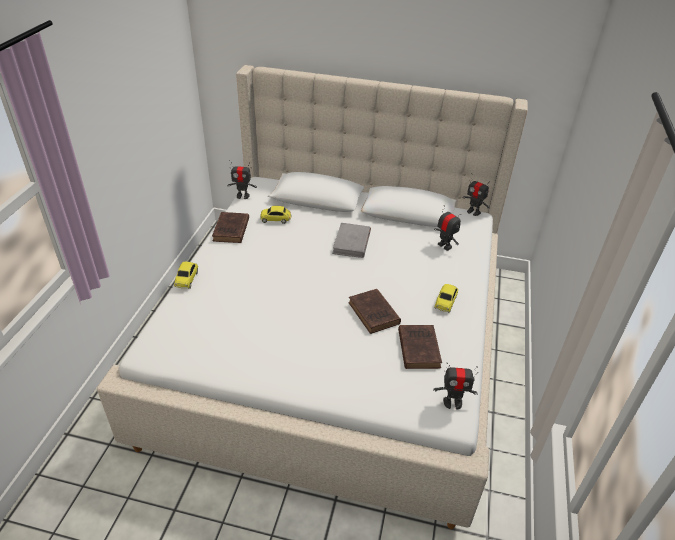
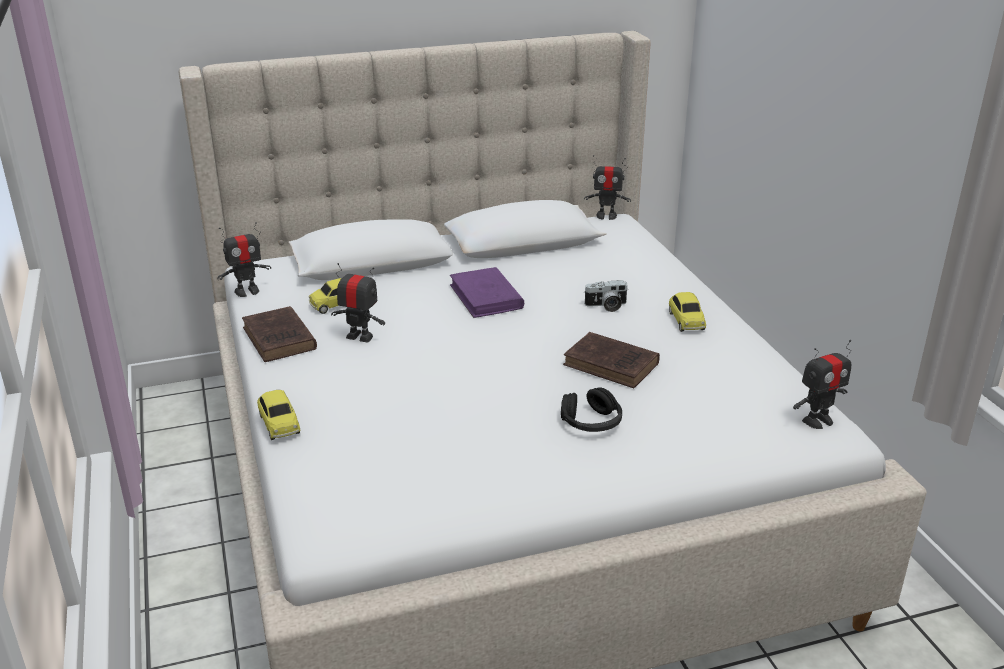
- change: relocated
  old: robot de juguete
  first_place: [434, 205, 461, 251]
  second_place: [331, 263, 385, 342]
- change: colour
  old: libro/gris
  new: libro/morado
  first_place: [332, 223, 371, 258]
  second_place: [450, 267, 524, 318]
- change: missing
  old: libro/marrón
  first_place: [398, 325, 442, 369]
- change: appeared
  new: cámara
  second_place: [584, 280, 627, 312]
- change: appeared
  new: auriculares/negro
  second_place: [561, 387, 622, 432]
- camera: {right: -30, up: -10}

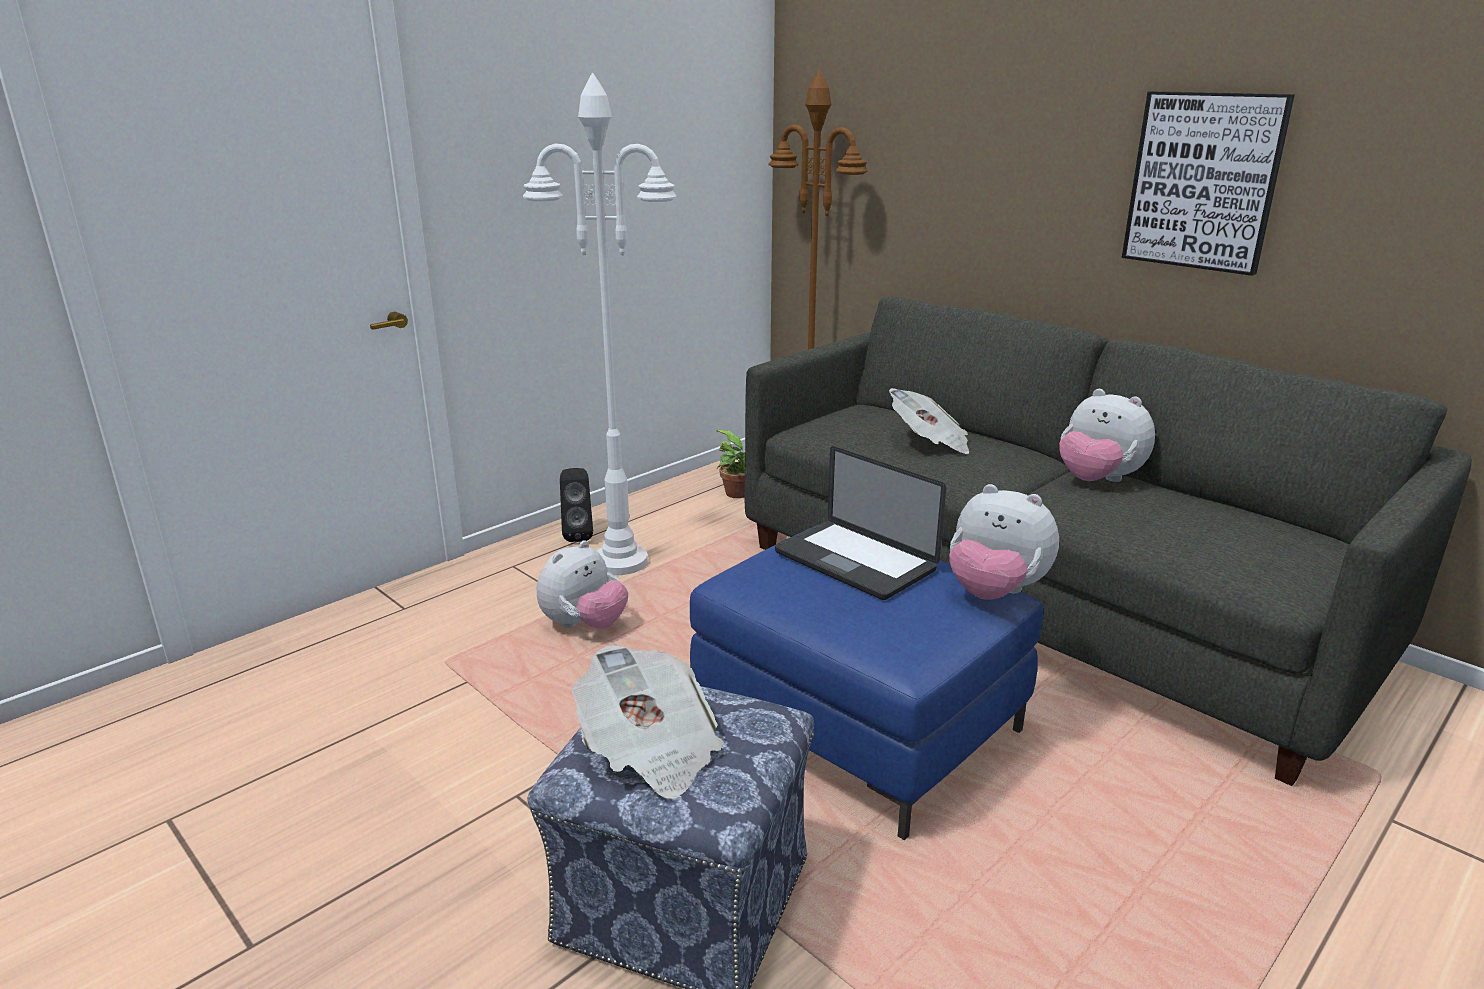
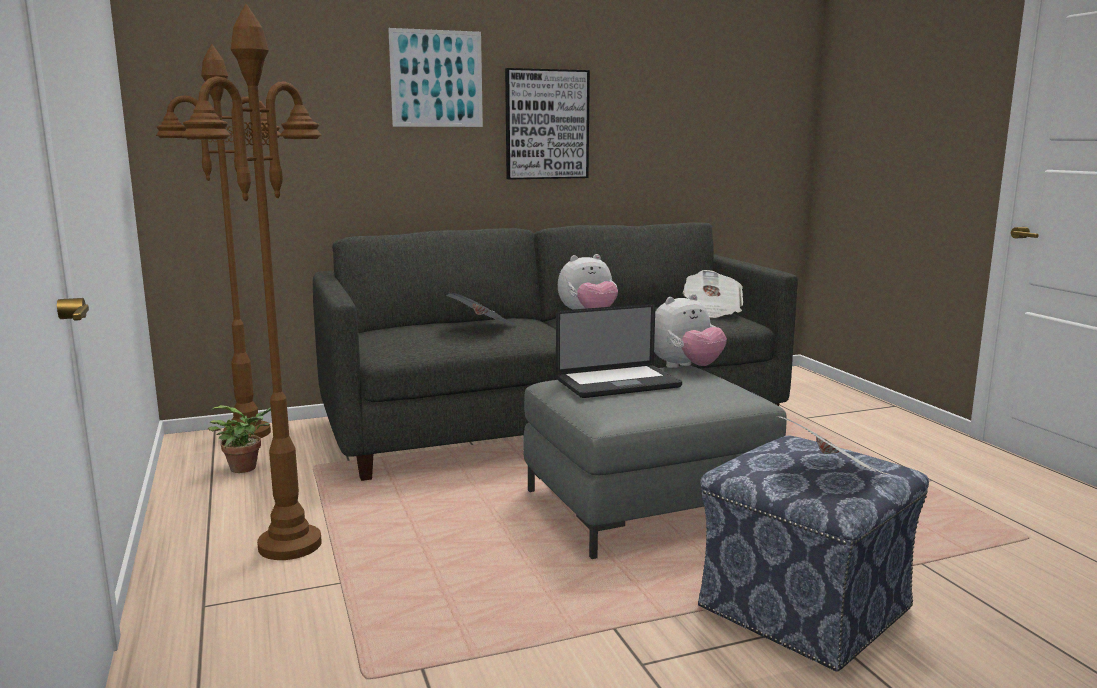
- change: colour
  old: lámpara de pie/blanco
  new: lámpara de pie/marrón
  first_place: [523, 73, 677, 575]
  second_place: [182, 4, 322, 560]
- change: missing
  old: altavoz/negro
  first_place: [560, 468, 593, 542]
- change: colour
  old: puf/azul
  new: puf/gris
  first_place: [690, 525, 1043, 840]
  second_place: [523, 366, 786, 559]
- change: missing
  old: peluche
  first_place: [537, 540, 628, 629]
- change: appeared
  new: cuadro
  second_place: [388, 28, 483, 127]
- change: appeared
  new: periódico
  second_place: [682, 270, 743, 318]
- camera: {right: -65, up: -10}

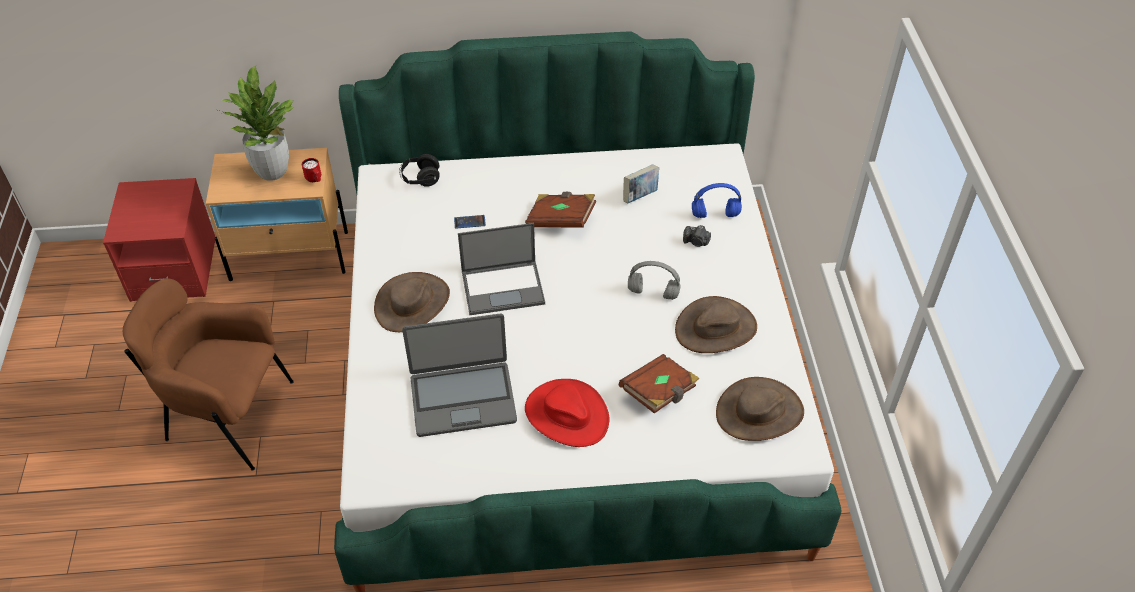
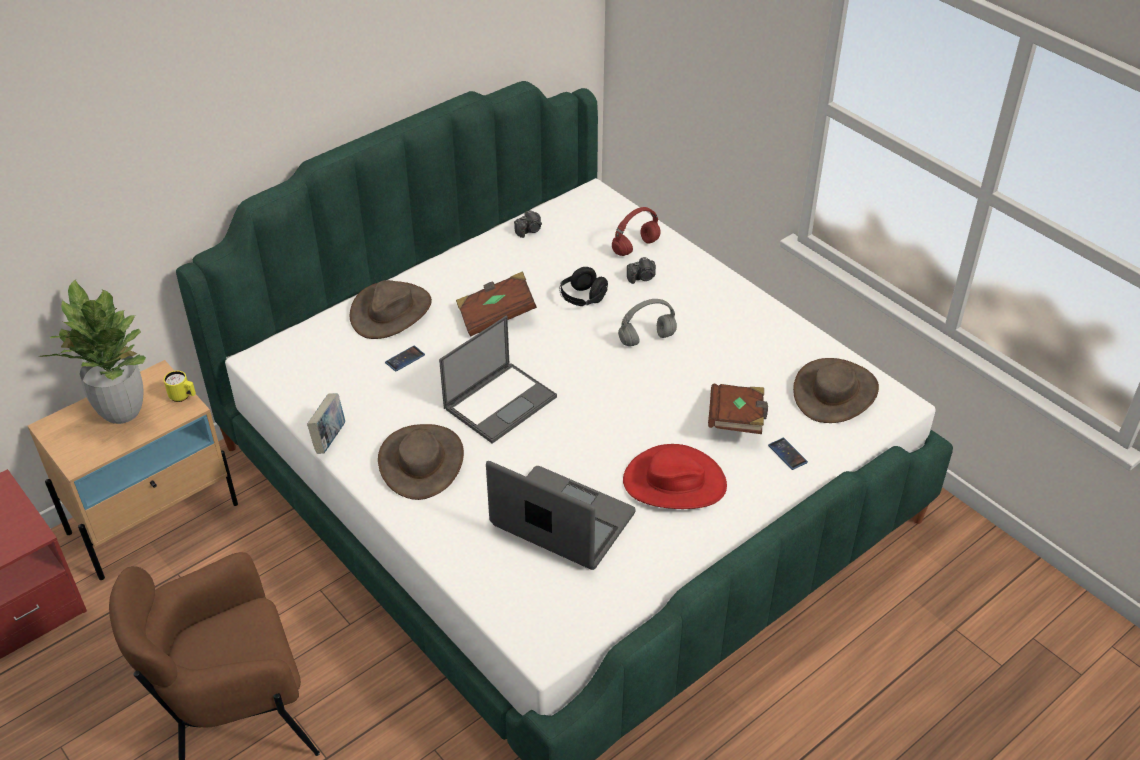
- change: relocated
  old: auriculares/negro
  first_place: [399, 154, 440, 187]
  second_place: [560, 267, 608, 306]
- change: colour
  old: taza grande/rojo
  new: taza grande/amarillo
  first_place: [302, 158, 321, 182]
  second_place: [164, 371, 196, 402]
- change: relocated
  old: libro
  first_place: [623, 164, 659, 203]
  second_place: [307, 393, 345, 454]
- change: colour
  old: auriculares/azul
  new: auriculares/rojo
  first_place: [692, 183, 742, 218]
  second_place: [612, 207, 661, 256]
- change: relocated
  old: sombrero/marrón
  first_place: [675, 296, 757, 353]
  second_place: [350, 280, 432, 339]
- change: spun
  old: portátil
  first_place: [402, 314, 517, 437]
  second_place: [486, 461, 636, 570]
  degrees: -105
- change: appeared
  new: cámara
  second_place: [514, 210, 542, 238]
- change: appeared
  new: móvil
  second_place: [768, 438, 808, 470]
- camera: {right: -35, up: -5}

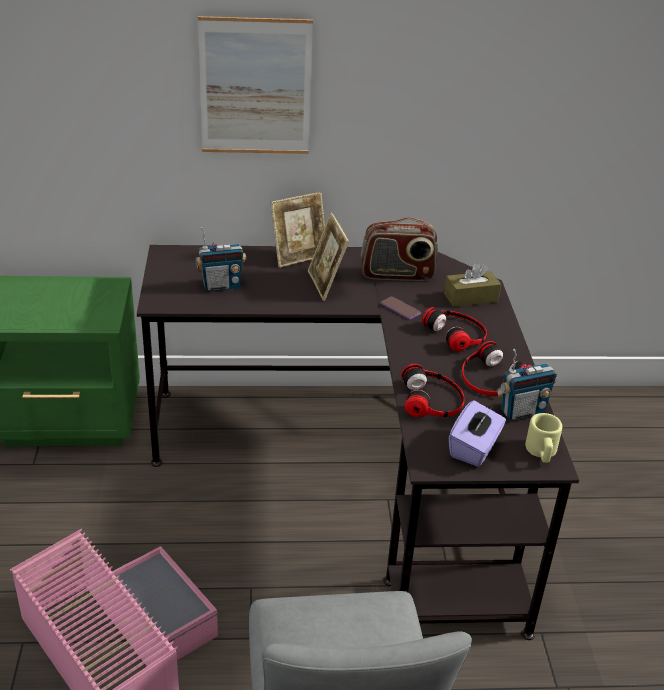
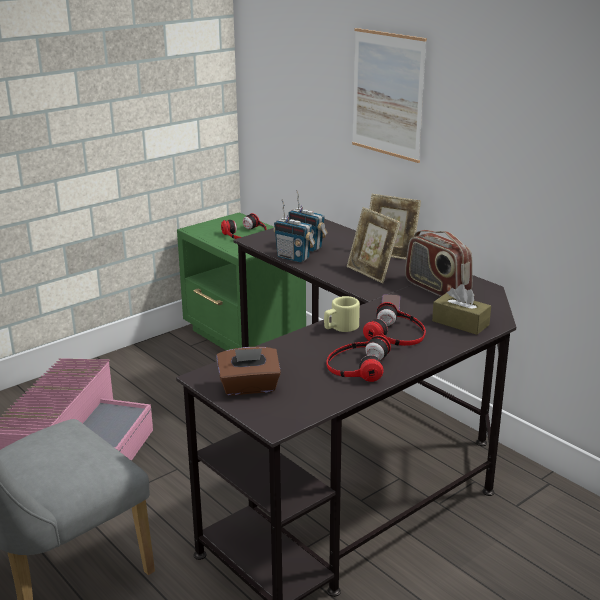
- change: spun
  old: portarretratos
  first_place: [308, 213, 349, 301]
  second_place: [347, 207, 401, 283]
  degrees: -75
- change: relocated
  old: radio
  first_place: [496, 349, 557, 421]
  second_place: [273, 199, 315, 263]
- change: relocated
  old: auriculares
  first_place: [401, 364, 465, 417]
  second_place: [221, 213, 267, 239]
- change: colour
  old: caja de pañuelos/morado
  new: caja de pañuelos/marrón
  first_place: [449, 400, 506, 467]
  second_place: [217, 347, 281, 395]
- change: relocated
  old: taza grande/beis
  first_place: [525, 413, 562, 463]
  second_place: [324, 296, 360, 332]
- camera: {right: 55, up: -10}

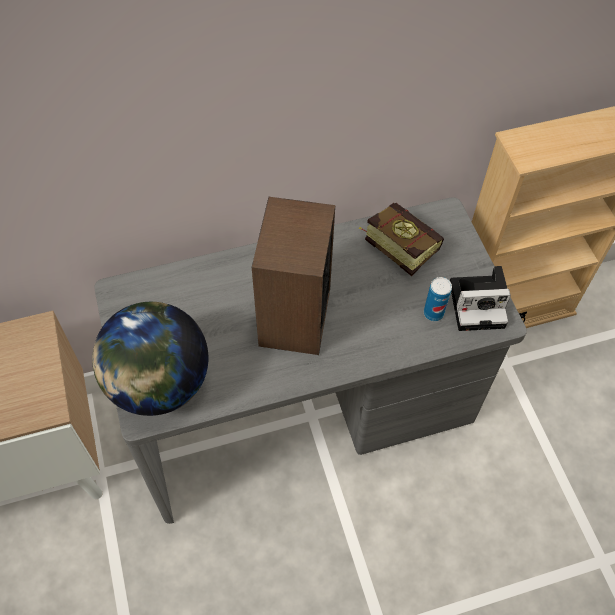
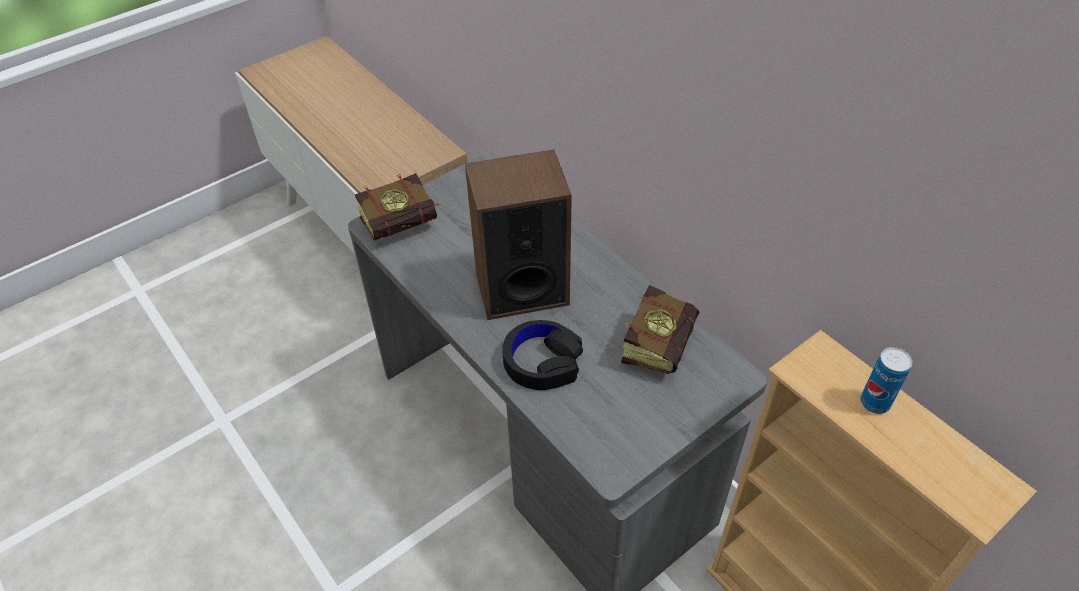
- change: missing
  old: cámara
  first_place: [450, 266, 511, 331]
- change: relocated
  old: lata
  first_place: [424, 277, 452, 321]
  second_place: [860, 347, 912, 414]
- change: exchanged
  old: globo terráqueo
  new: libro
  first_place: [92, 302, 208, 416]
  second_place: [355, 173, 441, 240]
- change: appeared
  new: auriculares/negro
  second_place: [502, 320, 583, 390]
- camera: {right: 70, up: -10}

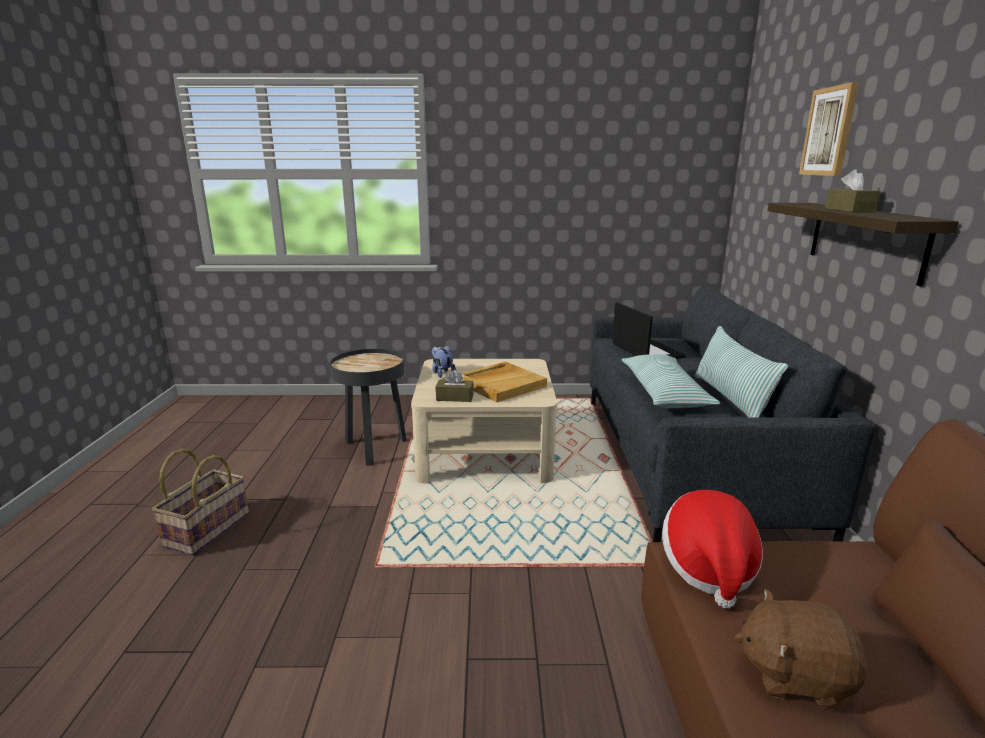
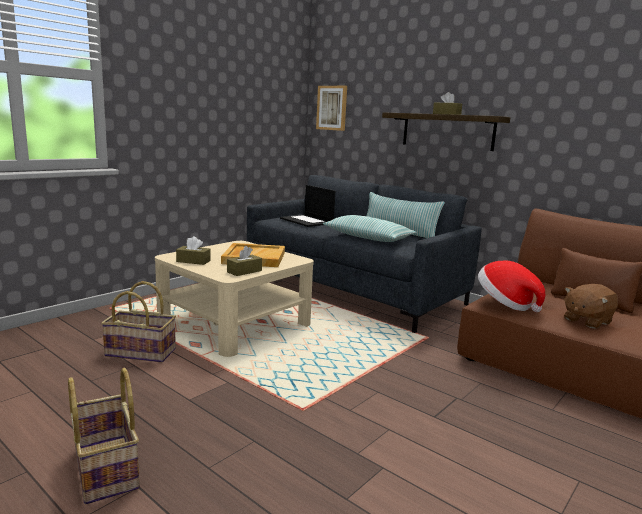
- change: relocated
  old: cuadro
  first_place: [799, 82, 859, 176]
  second_place: [316, 86, 347, 131]
- change: spun
  old: portátil
  first_place: [612, 302, 686, 359]
  second_place: [280, 185, 335, 227]
  degrees: -150
- change: exchanged
  old: peluche
  new: caja de pañuelos/marrón
  first_place: [432, 345, 456, 378]
  second_place: [176, 236, 211, 265]
- change: exchanged
  old: mesa auxiliar/negro
  new: cesta
  first_place: [330, 349, 407, 466]
  second_place: [101, 281, 176, 363]
- camera: {right: -50, up: -5}

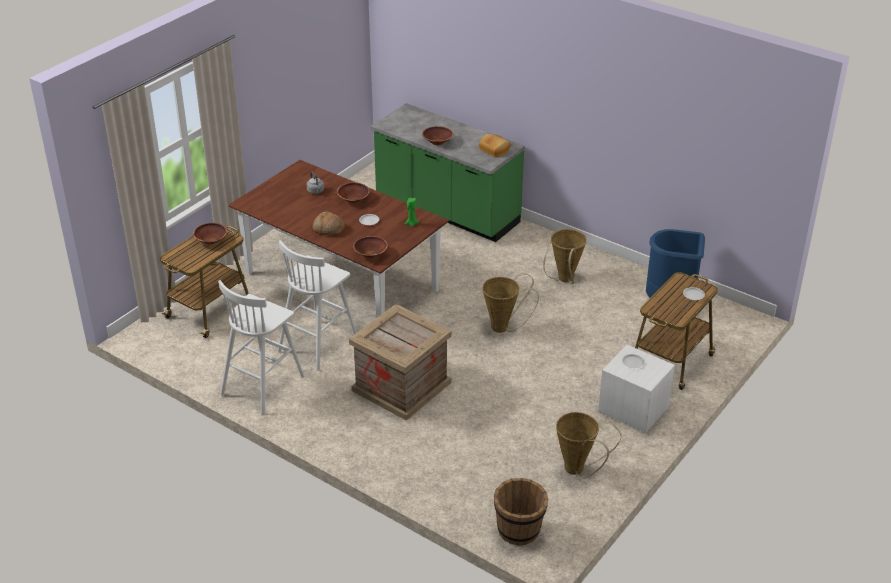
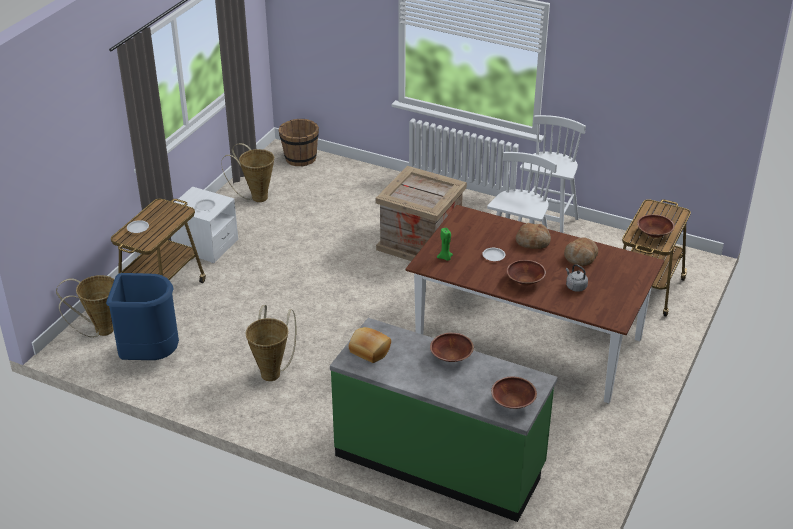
- change: relocated
  old: cuenco/marrón
  first_place: [353, 236, 388, 258]
  second_place: [491, 377, 537, 409]
- change: relocated
  old: cesta
  first_place: [482, 273, 539, 333]
  second_place: [56, 275, 114, 338]
- change: appeared
  new: pan
  second_place: [564, 238, 598, 266]
- camera: {right: 170, up: 0}

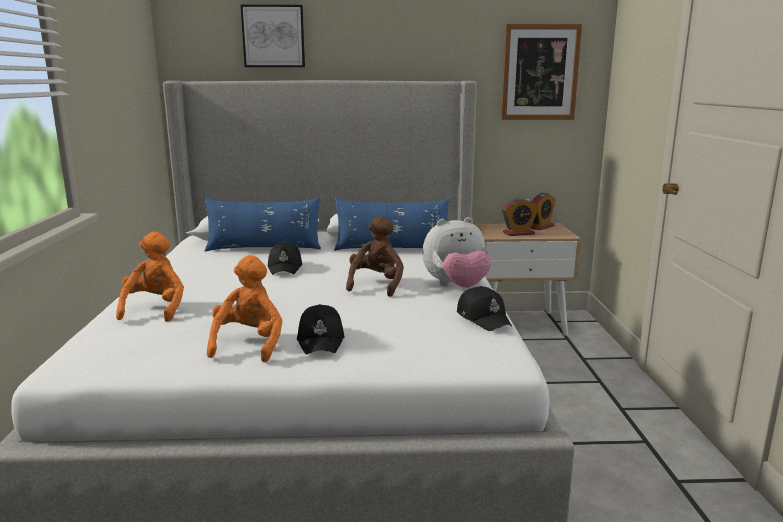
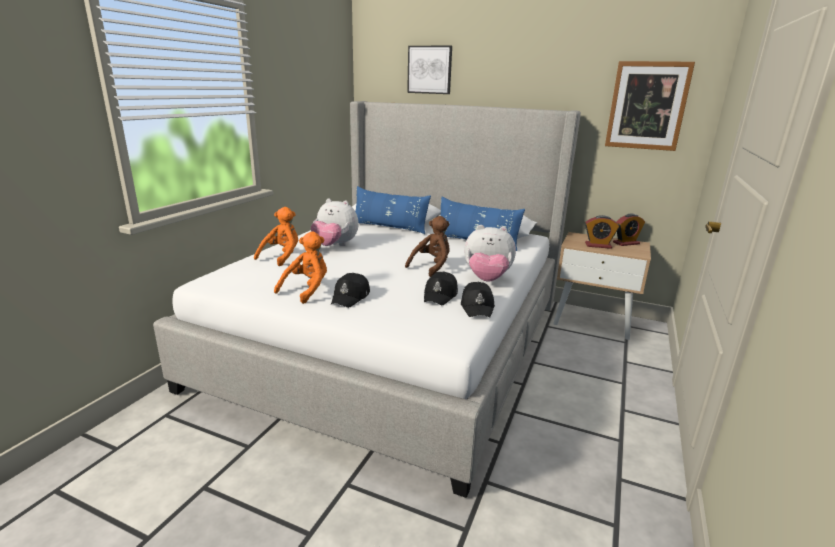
- change: relocated
  old: gorra/negro
  first_place: [268, 242, 302, 275]
  second_place: [424, 271, 458, 305]
- change: appeared
  new: peluche
  second_place: [311, 199, 359, 246]
- camera: {right: 25, up: 5}

